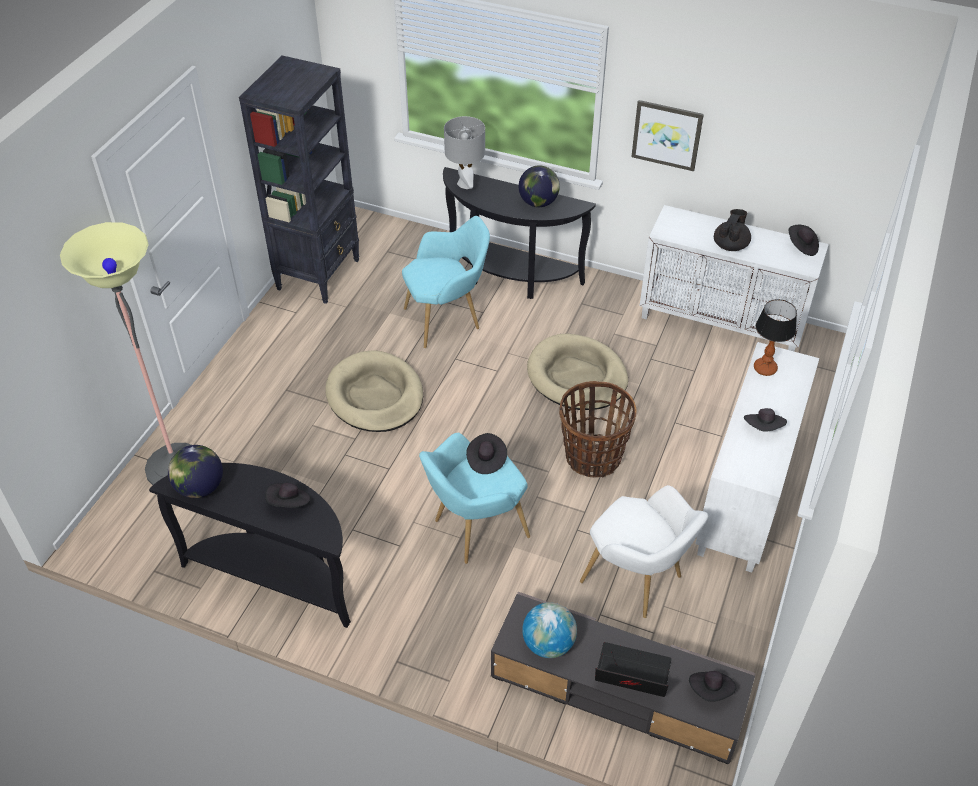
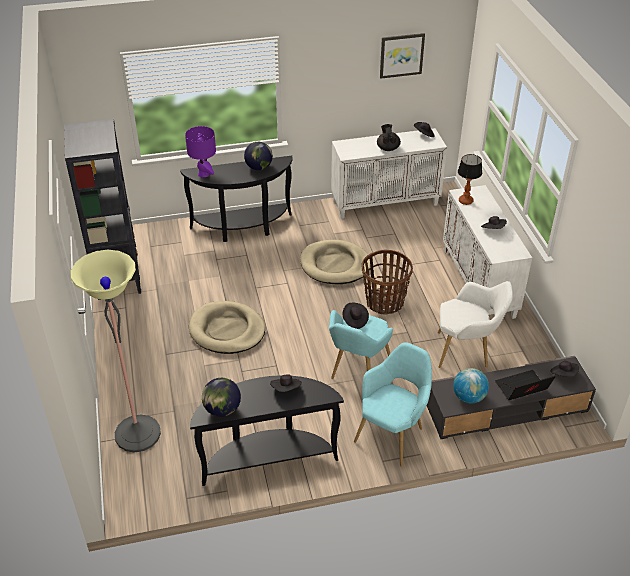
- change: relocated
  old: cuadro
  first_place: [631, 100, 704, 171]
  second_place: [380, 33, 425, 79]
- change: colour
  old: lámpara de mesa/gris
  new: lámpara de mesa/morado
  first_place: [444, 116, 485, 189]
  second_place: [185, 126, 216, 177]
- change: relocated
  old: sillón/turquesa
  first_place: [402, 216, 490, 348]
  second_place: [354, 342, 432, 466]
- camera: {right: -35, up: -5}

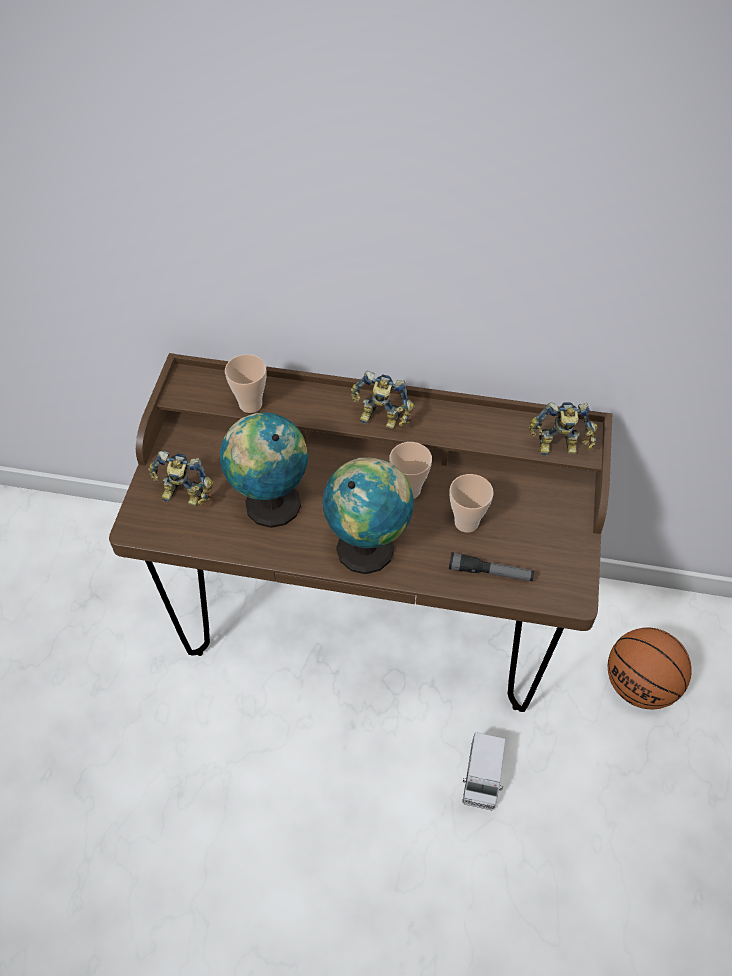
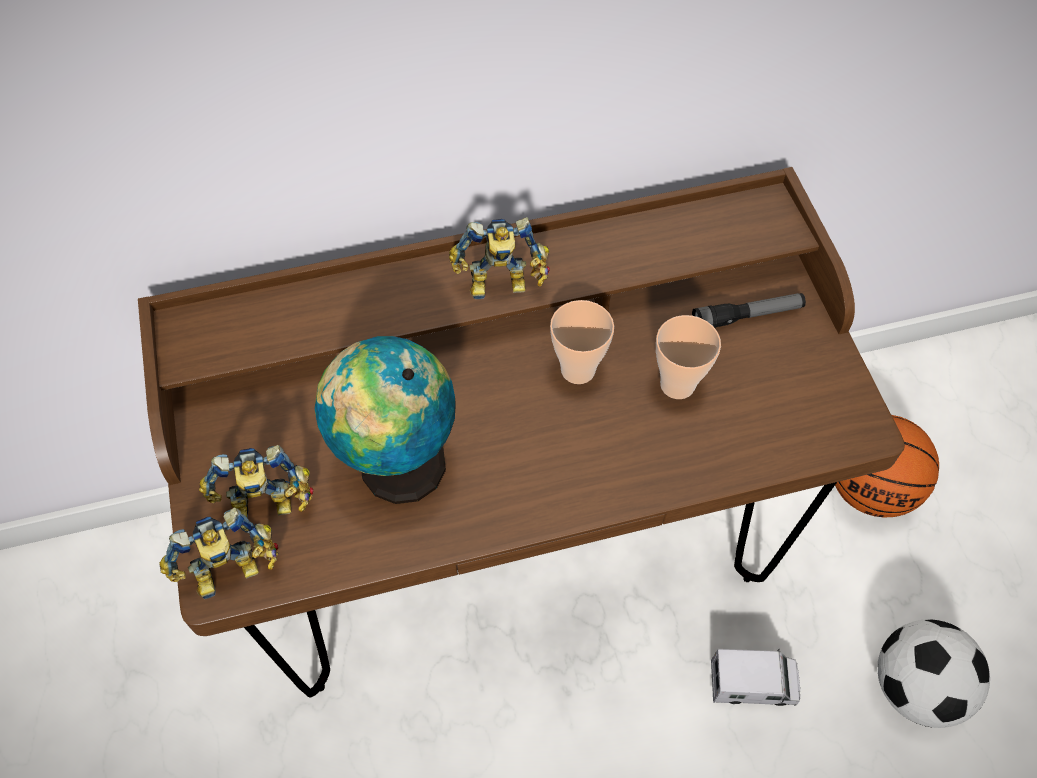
- change: missing
  old: taza
  first_place: [225, 354, 266, 413]
- change: relocated
  old: robot de juguete
  first_place: [528, 402, 598, 455]
  second_place: [159, 507, 278, 599]
- change: missing
  old: globo terráqueo
  first_place: [323, 457, 414, 574]
- change: relocated
  old: linterna
  first_place: [449, 552, 534, 581]
  second_place: [692, 293, 806, 328]
- change: spun
  old: camión de juguete
  first_place: [463, 732, 506, 810]
  second_place: [711, 648, 800, 706]
  degrees: -75
- change: appeared
  new: balón de fútbol
  second_place: [878, 619, 990, 728]
- camera: {right: -25, up: 5}

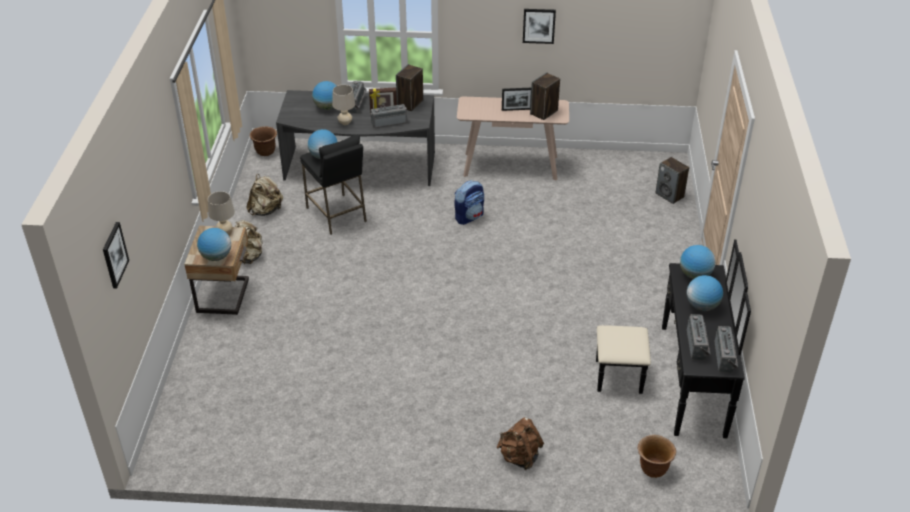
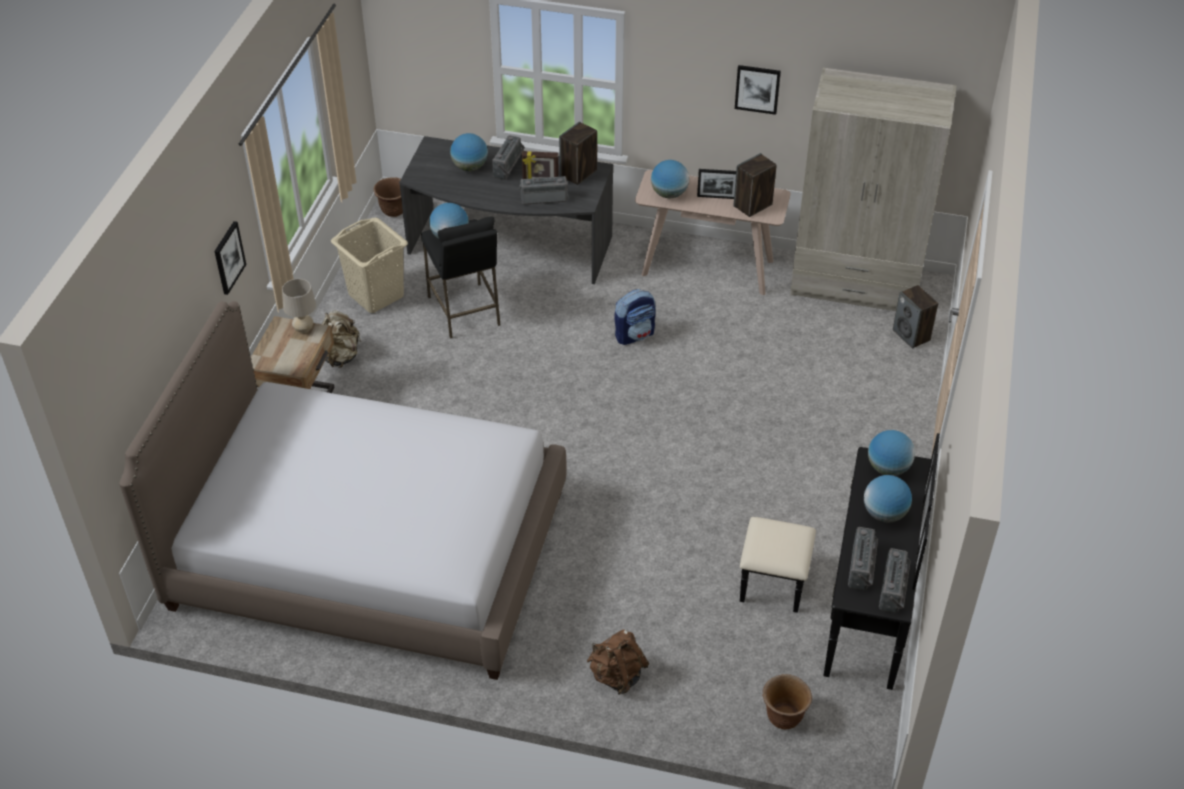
- change: missing
  old: lámpara de mesa/beis
  first_place: [332, 85, 355, 125]
- change: exchanged
  old: mochila/beis
  new: cesto de la ropa/beis
  first_place: [246, 174, 283, 216]
  second_place: [331, 218, 408, 313]
- change: relocated
  old: cuadro
  first_place: [103, 222, 129, 288]
  second_place: [214, 221, 246, 295]
- change: relocated
  old: globo terráqueo
  first_place: [197, 228, 231, 261]
  second_place: [651, 160, 689, 198]
- change: appeared
  new: armario ropero/beis
  second_place: [790, 68, 957, 311]
- change: appeared
  new: cama
  second_place: [119, 301, 566, 680]
- camera: {right: 10, up: 5}

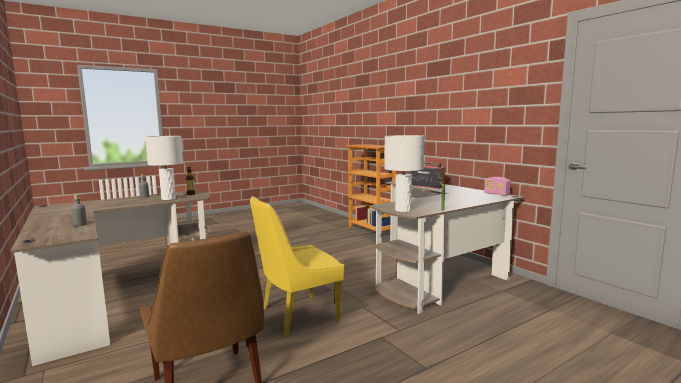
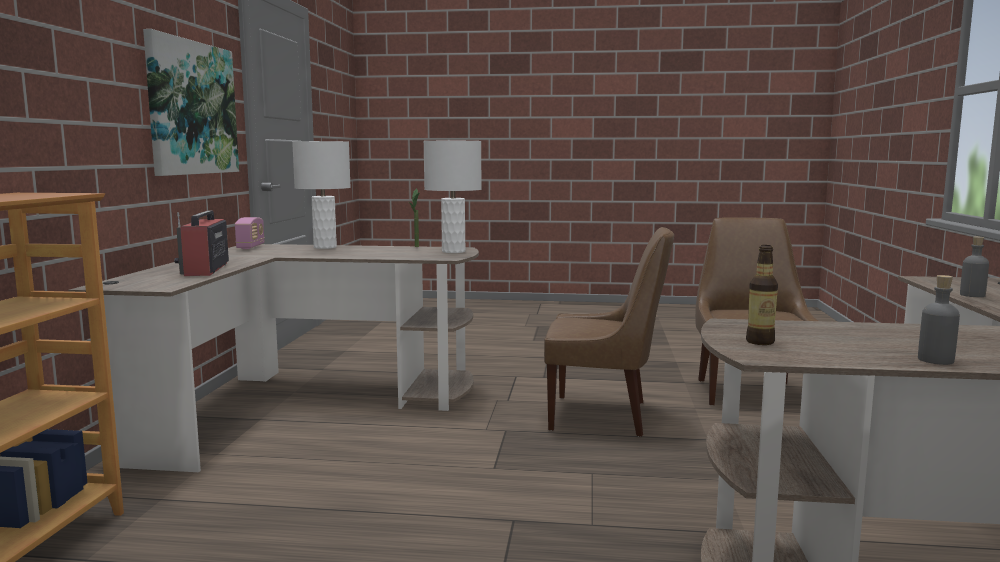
- change: relocated
  old: lámpara de mesa/blanco
  first_place: [145, 136, 183, 200]
  second_place: [292, 141, 351, 249]
- change: colour
  old: silla/amarillo
  new: silla/marrón
  first_place: [250, 196, 345, 336]
  second_place: [544, 227, 674, 437]
- change: appeared
  new: cuadro
  second_place: [143, 29, 239, 176]
- camera: {right: -140, up: 0}

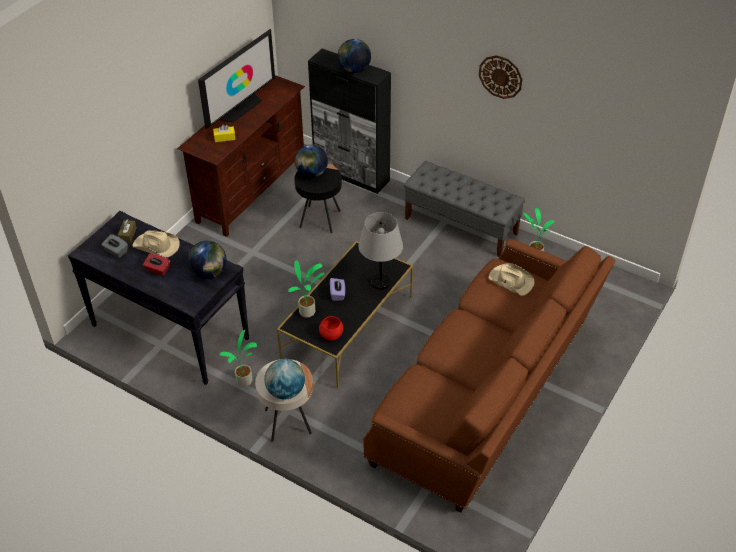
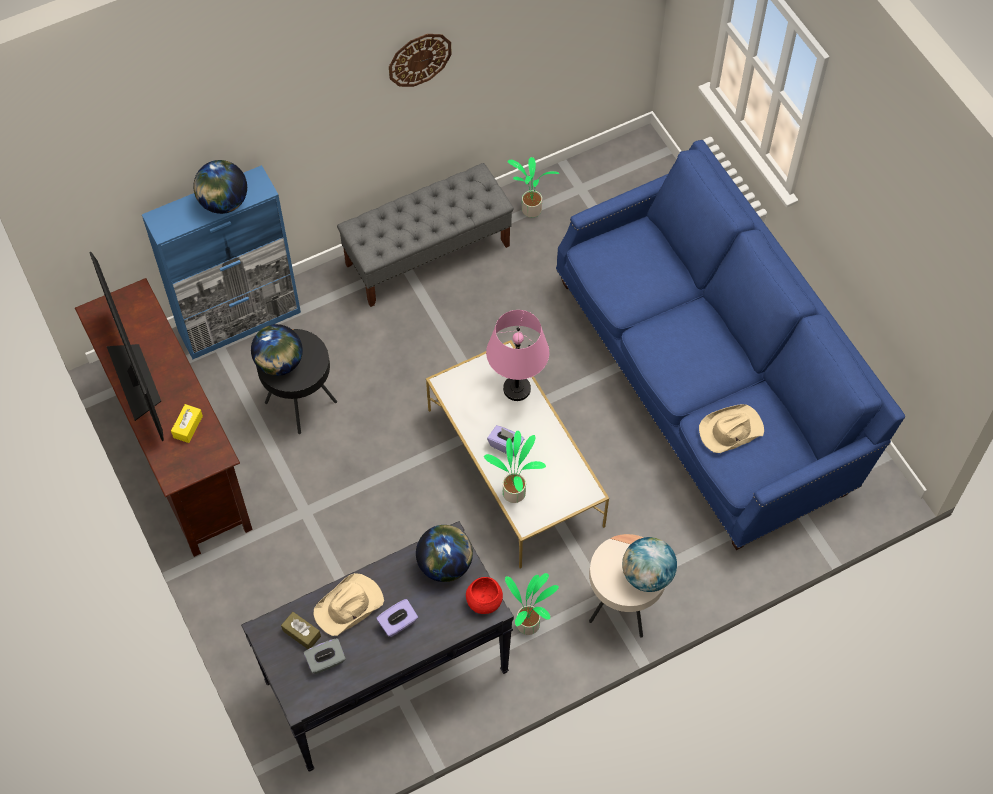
- change: colour
  old: armario/negro
  new: armario/azul
  first_place: [308, 48, 391, 194]
  second_place: [142, 165, 301, 359]
- change: colour
  old: lámpara de mesa/gris
  new: lámpara de mesa/rosa
  first_place: [359, 212, 403, 290]
  second_place: [486, 310, 549, 401]
- change: colour
  old: sofá/marrón
  new: sofá/azul
  first_place: [363, 239, 615, 513]
  second_place: [556, 140, 905, 550]
- change: colour
  old: mesa de centro/negro
  new: mesa de centro/blanco
  first_place: [277, 241, 413, 389]
  second_place: [426, 340, 609, 568]
- change: colour
  old: caja de pañuelos/rojo
  new: caja de pañuelos/morado
  first_place: [143, 253, 170, 276]
  second_place: [376, 599, 418, 637]
- change: relocated
  old: sombrero/beis
  first_place: [489, 263, 535, 296]
  second_place: [699, 404, 764, 453]
- change: relocated
  old: cuenco/rojo
  first_place: [319, 316, 343, 340]
  second_place: [466, 577, 503, 614]
- camera: {right: -60, up: 15}

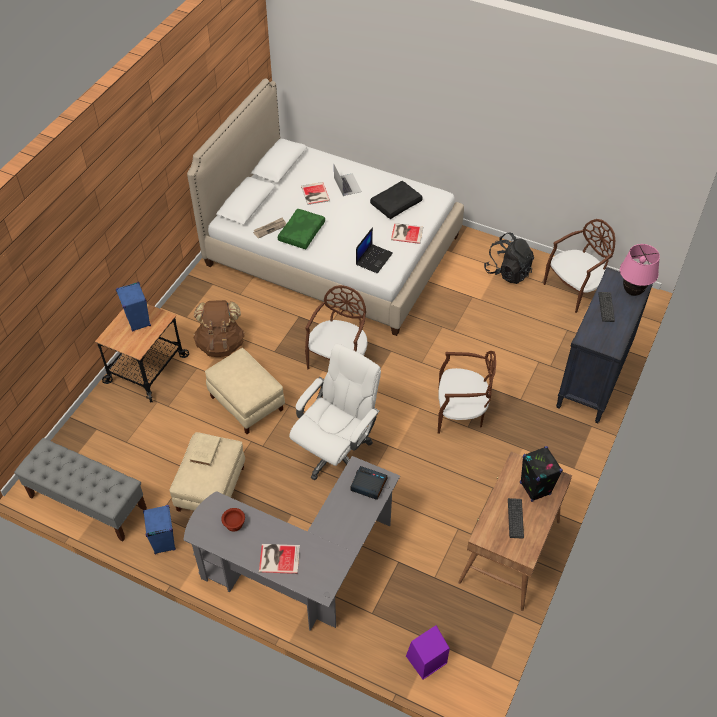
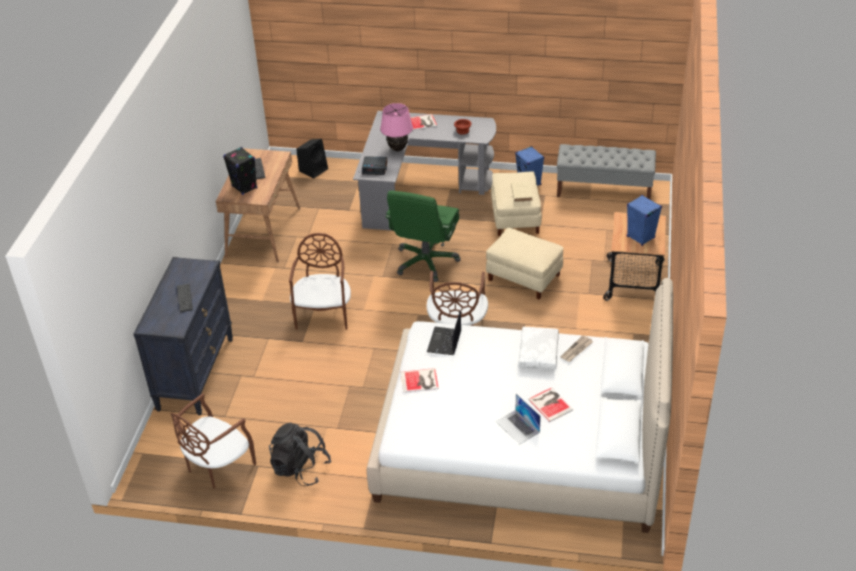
- change: missing
  old: cojín/negro
  first_place: [370, 181, 423, 219]
- change: colour
  old: cojín/verde
  new: cojín/blanco
  first_place: [278, 209, 325, 249]
  second_place: [518, 327, 559, 370]
- change: relocated
  old: lámpara de mesa/rosa
  first_place: [620, 244, 660, 296]
  second_place: [380, 103, 413, 151]
- change: missing
  old: mochila/marrón
  first_place: [193, 300, 245, 357]
- change: colour
  old: silla de oficina/blanco
  new: silla de oficina/verde
  first_place: [289, 343, 381, 480]
  second_place: [385, 191, 460, 282]
- change: spun
  old: silla/marrón
  first_place: [438, 351, 496, 434]
  second_place: [289, 233, 351, 330]
  degrees: 105
- change: colour
  old: altavoz/morado
  new: altavoz/negro
  first_place: [406, 625, 450, 679]
  second_place: [296, 139, 328, 178]
- camera: {right: 165, up: -10}

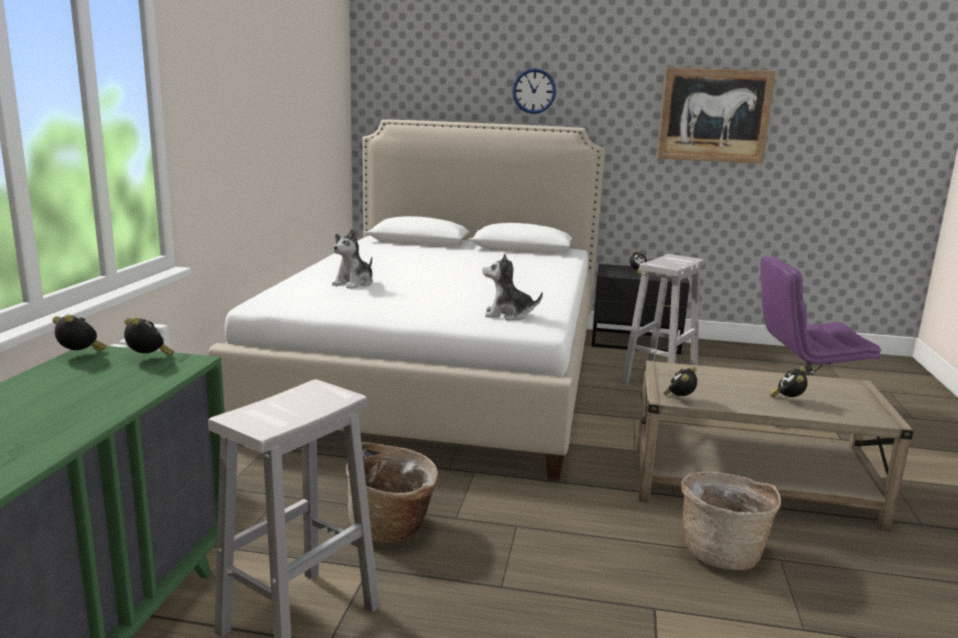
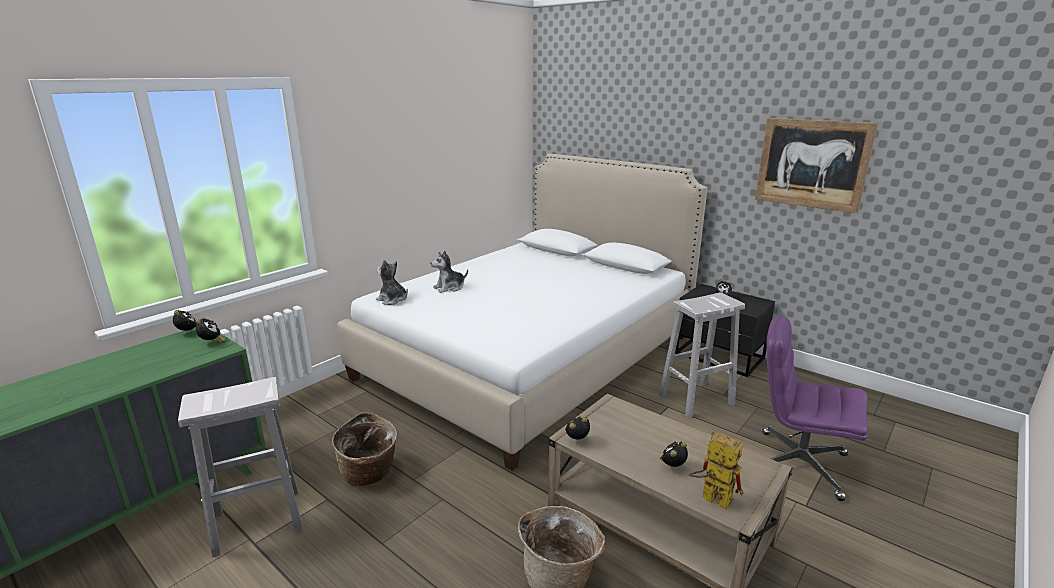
- change: missing
  old: reloj de pared
  first_place: [512, 68, 556, 114]
- change: relocated
  old: peluche
  first_place: [482, 253, 543, 320]
  second_place: [376, 260, 408, 305]
- change: appeared
  new: robot de juguete
  second_place: [689, 431, 744, 510]
- camera: {right: 30, up: 5}

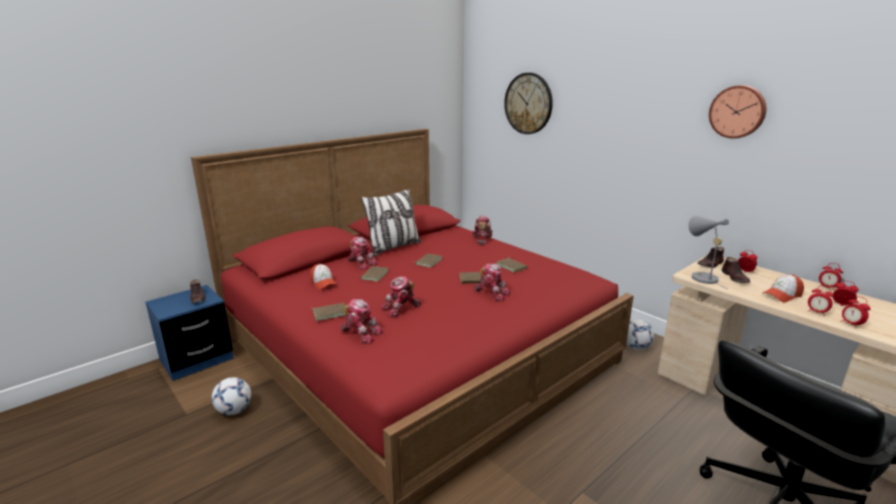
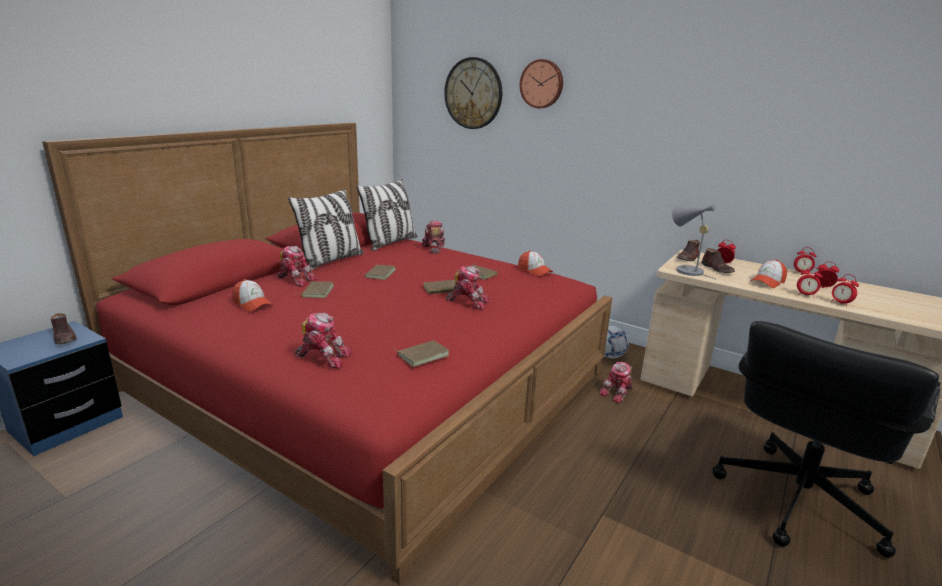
- change: relocated
  old: reloj de pared
  first_place: [709, 85, 766, 139]
  second_place: [520, 59, 563, 108]
- change: relocated
  old: robot de juguete
  first_place: [380, 276, 421, 318]
  second_place: [599, 361, 633, 403]
- change: relocated
  old: libro/marrón
  first_place: [311, 303, 347, 321]
  second_place: [393, 340, 449, 367]
- change: missing
  old: balón de fútbol
  first_place: [212, 377, 251, 415]
- change: appeared
  new: cojín
  second_place: [356, 179, 417, 251]
- change: appeared
  new: gorra
  second_place: [518, 251, 553, 276]
- camera: {right: -15, up: 0}

